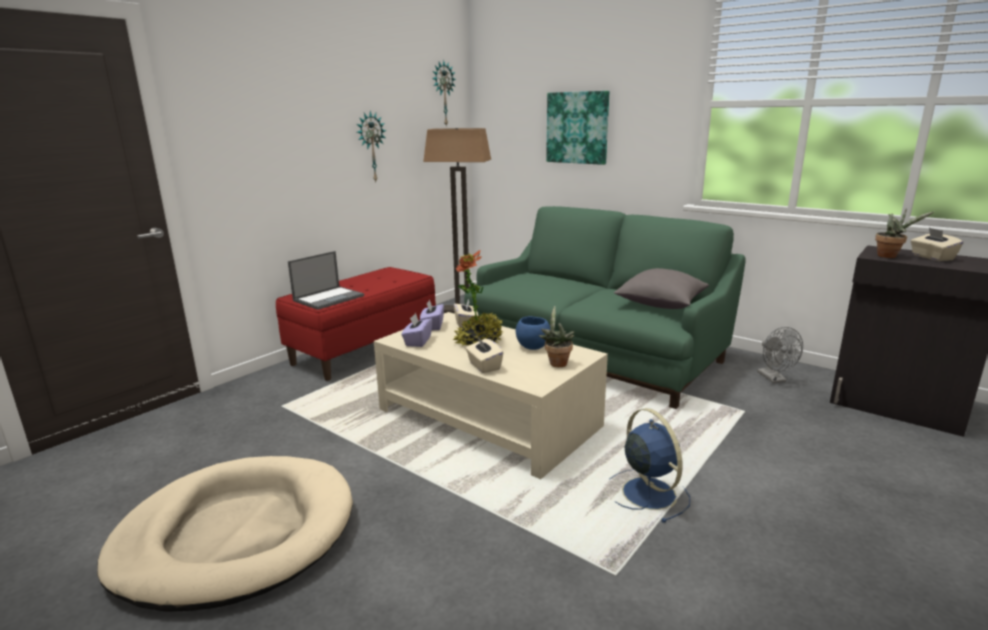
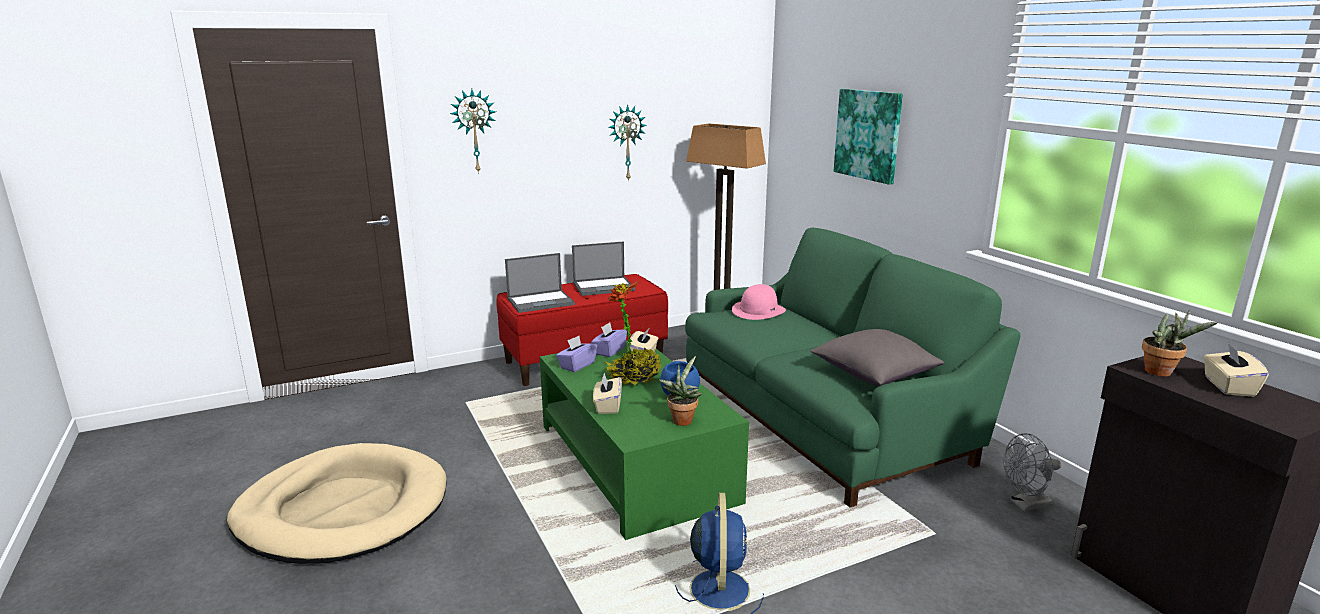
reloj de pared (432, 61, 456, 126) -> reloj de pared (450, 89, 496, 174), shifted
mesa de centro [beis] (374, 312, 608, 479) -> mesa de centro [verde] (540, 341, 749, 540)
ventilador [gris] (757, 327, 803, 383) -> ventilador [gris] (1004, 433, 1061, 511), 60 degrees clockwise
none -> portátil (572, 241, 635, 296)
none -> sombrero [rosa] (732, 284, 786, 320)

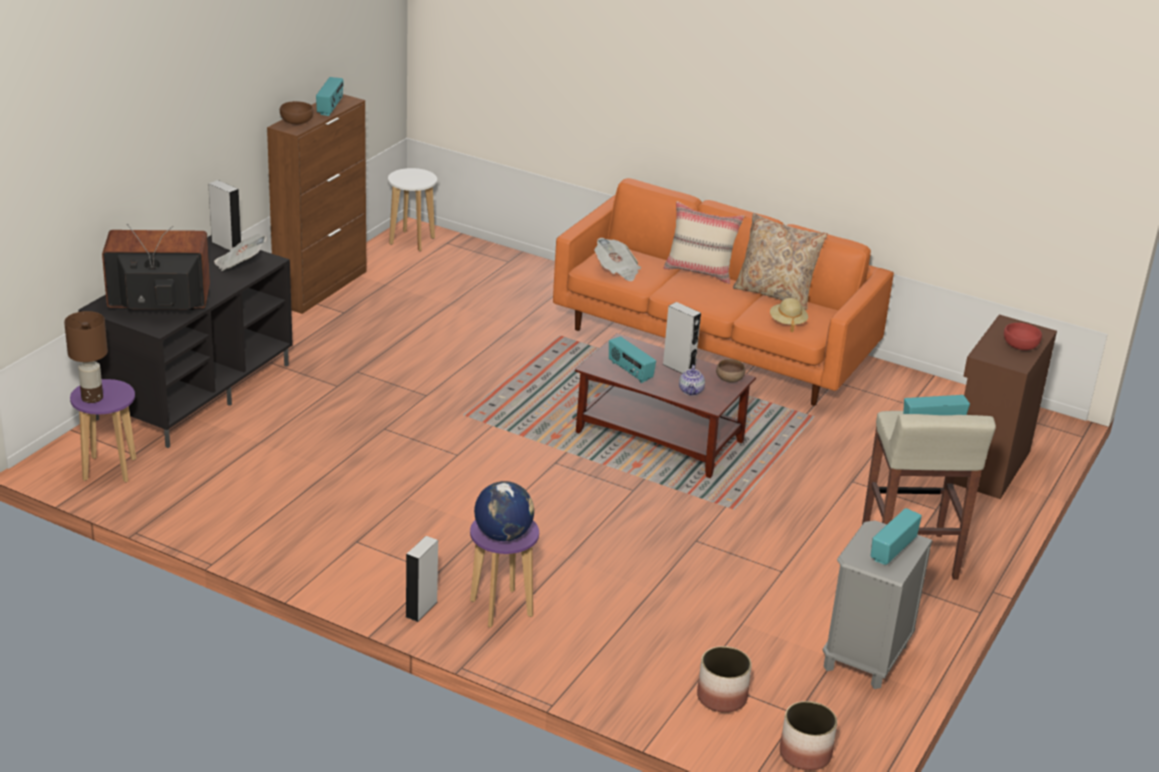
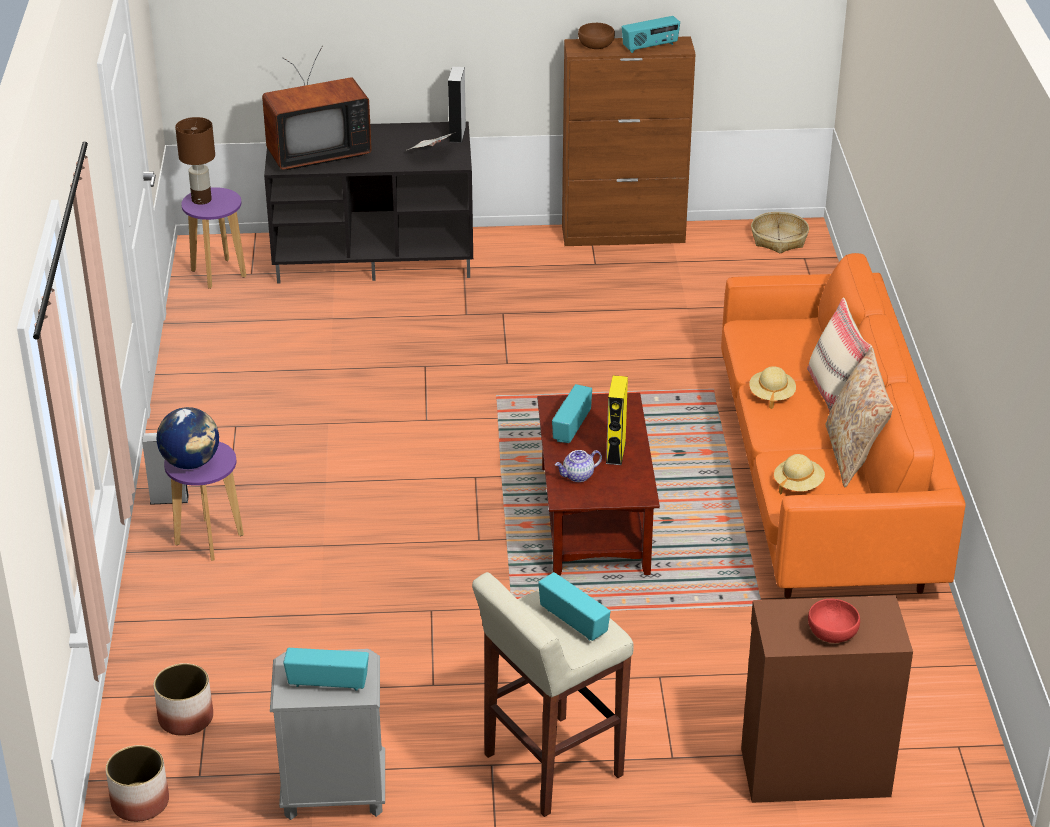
taburete [blanco] (388, 168, 437, 251) -> cesta (751, 212, 809, 254)
televisor (102, 224, 210, 310) -> televisor (262, 46, 372, 170), 105 degrees clockwise
periódico (594, 238, 641, 281) -> none
altavoz [gris] (662, 302, 701, 374) -> altavoz [amarillo] (606, 375, 628, 465)
cuenco [marrón] (716, 359, 745, 383) -> none
none -> sombrero [beis] (749, 366, 796, 409)

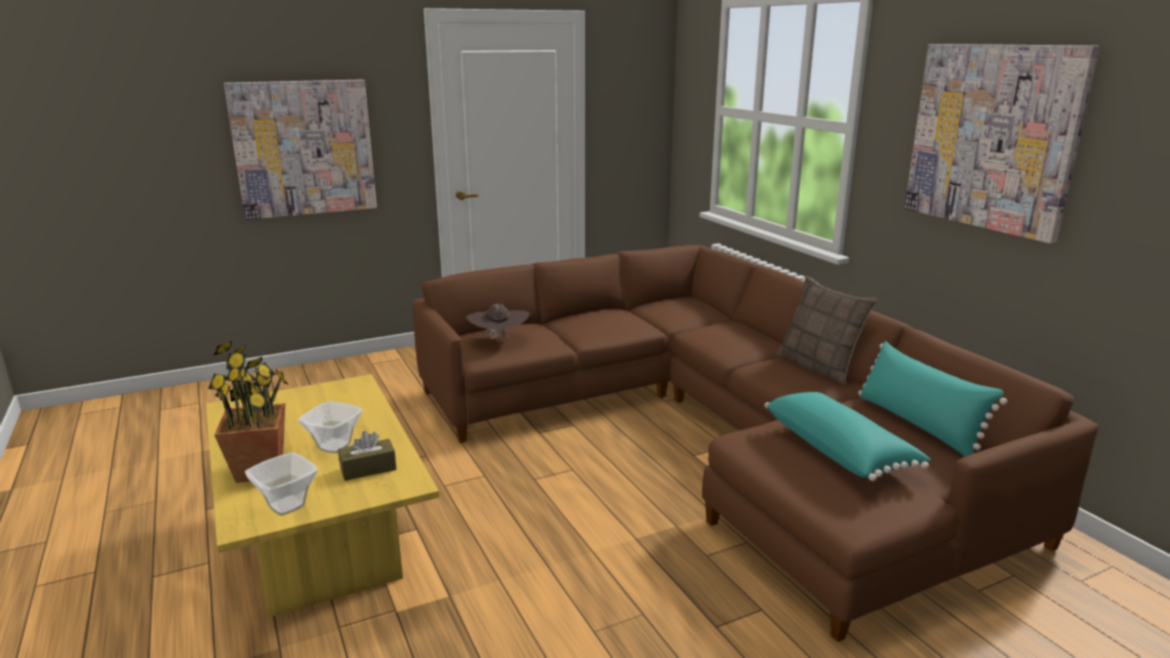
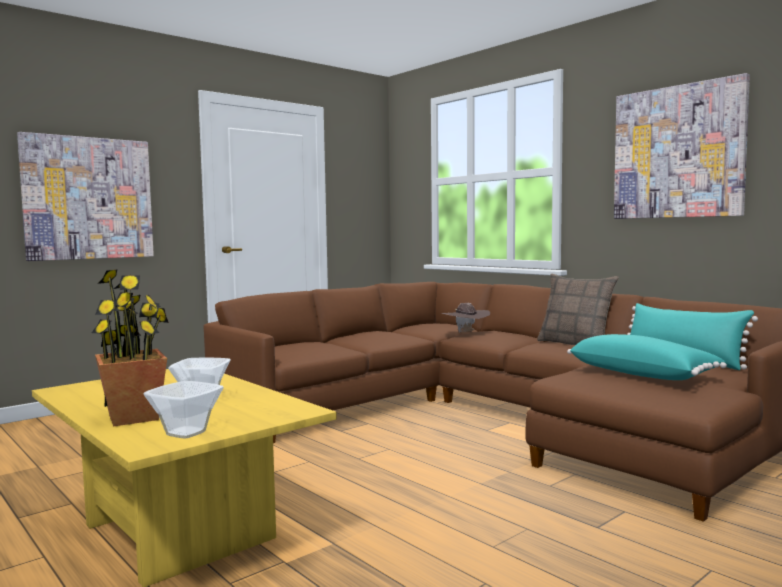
sombrero [marrón] (466, 304, 530, 339) -> sombrero [marrón] (442, 303, 490, 333), shifted
caja de pañuelos [marrón] (338, 431, 396, 481) -> none

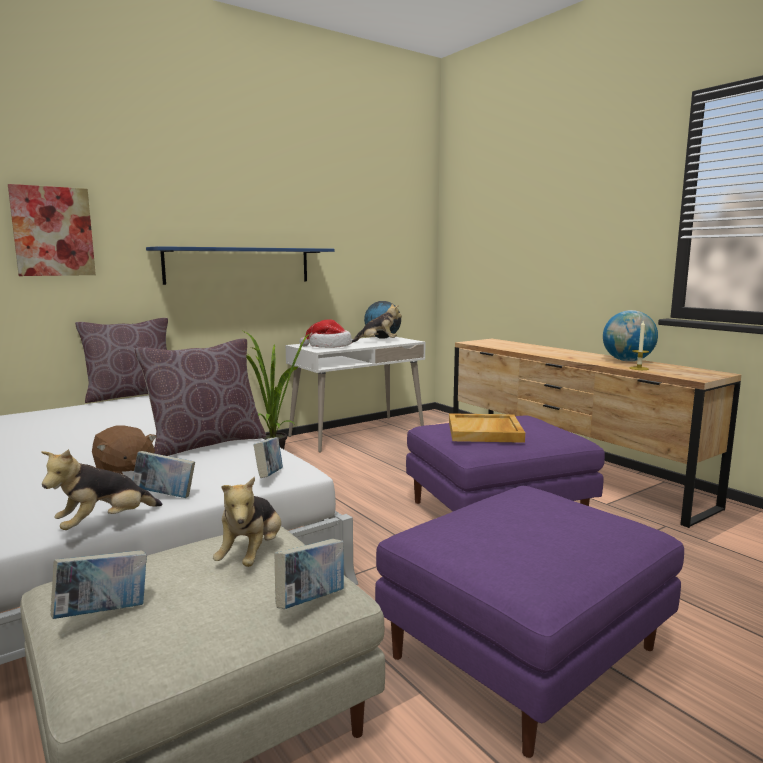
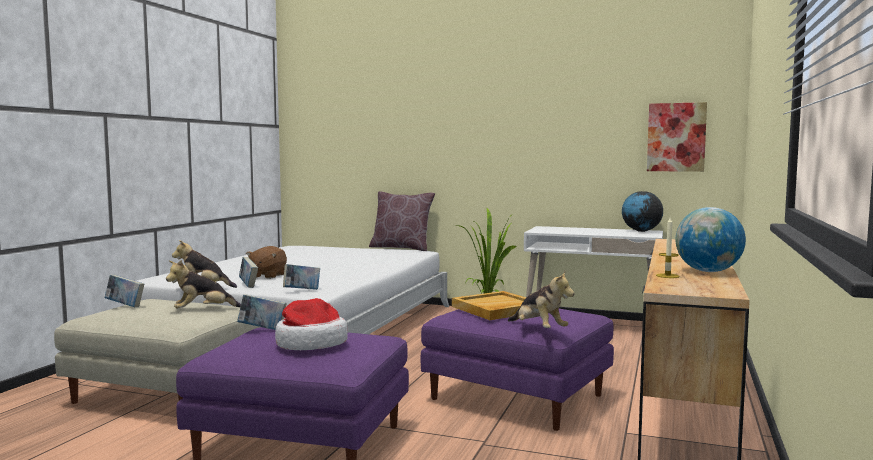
cuadro (8, 184, 96, 276) -> cuadro (647, 102, 707, 172), shifted
estante [azul] (146, 246, 334, 285) -> none
peluche (352, 304, 402, 343) -> peluche (508, 271, 575, 328), shifted
sombrero (299, 319, 352, 348) -> sombrero (275, 298, 348, 350), shifted
cojín [marrón] (134, 339, 266, 456) -> none
libro (274, 539, 344, 609) -> libro (237, 294, 286, 330), shifted

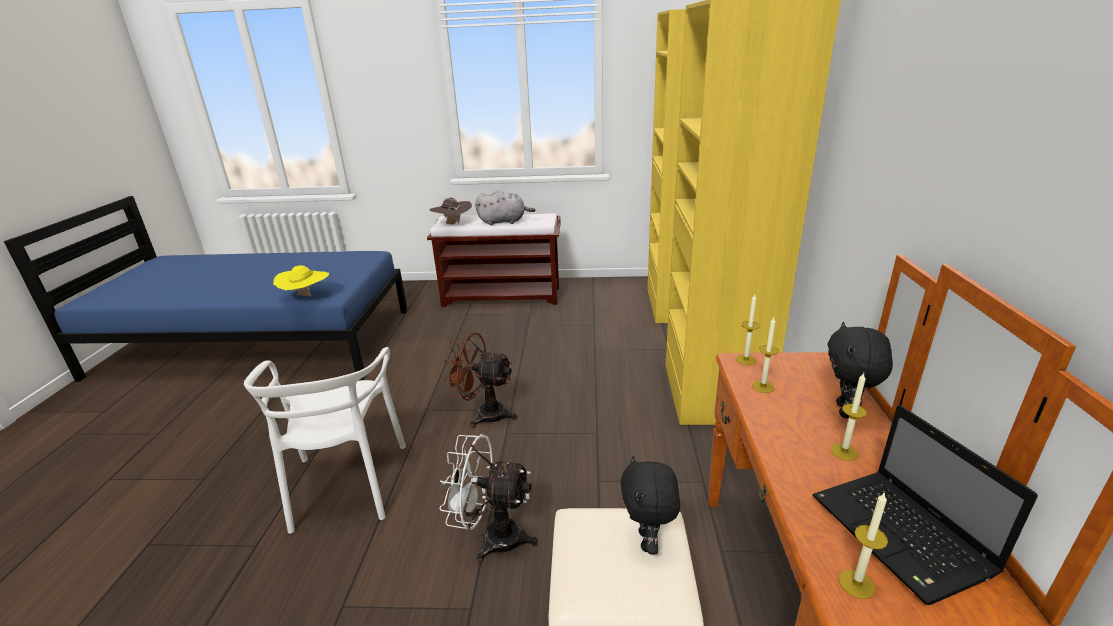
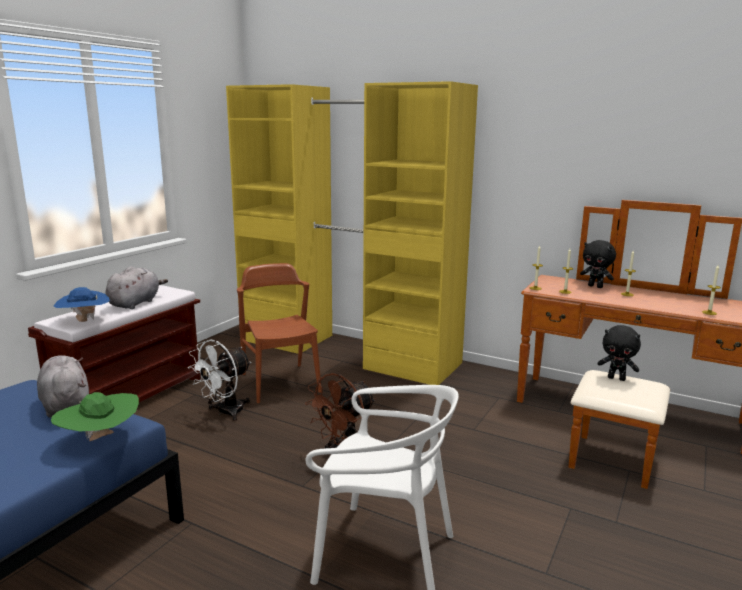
sombrero [marrón] (429, 198, 472, 224) -> sombrero [azul] (54, 287, 110, 322)
sombrero [amarillo] (273, 265, 329, 296) -> sombrero [verde] (51, 392, 139, 442)
portátil (812, 405, 1038, 605) -> none
ventilador [blanco] (439, 434, 538, 562) -> ventilador [blanco] (188, 339, 251, 421), shifted
none -> silla [marrón] (237, 263, 322, 403)
none -> peluche [gris] (37, 355, 89, 418)

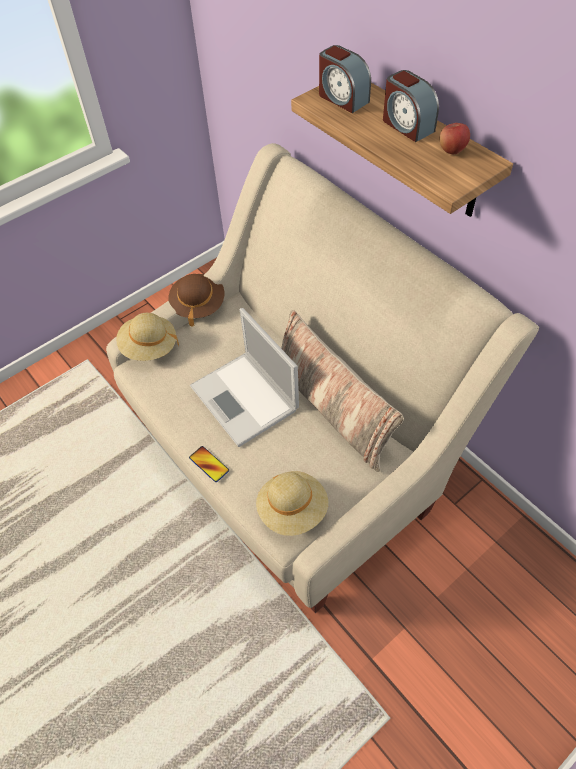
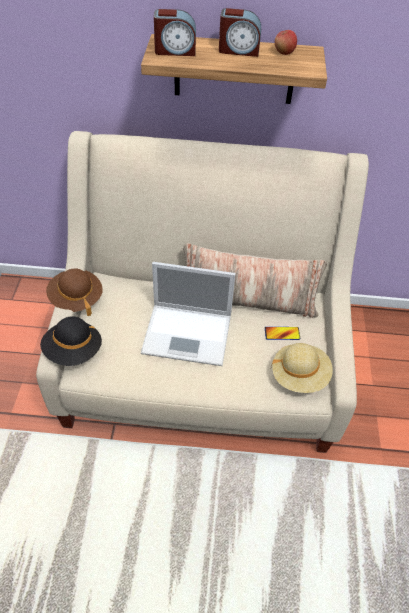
sombrero [beis] (116, 313, 179, 361) -> sombrero [negro] (40, 316, 102, 366)
móvil (189, 446, 229, 482) -> móvil (265, 327, 301, 340), shifted

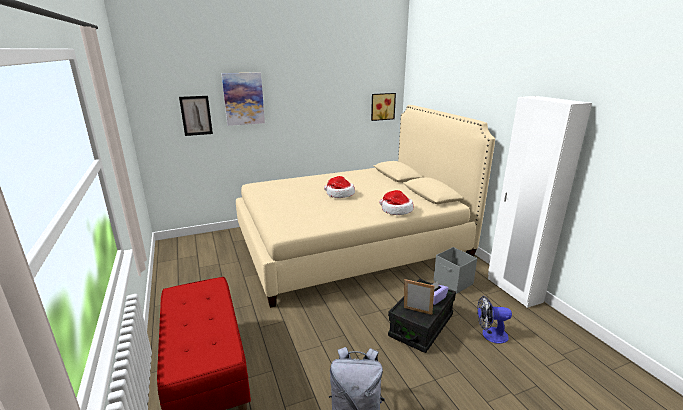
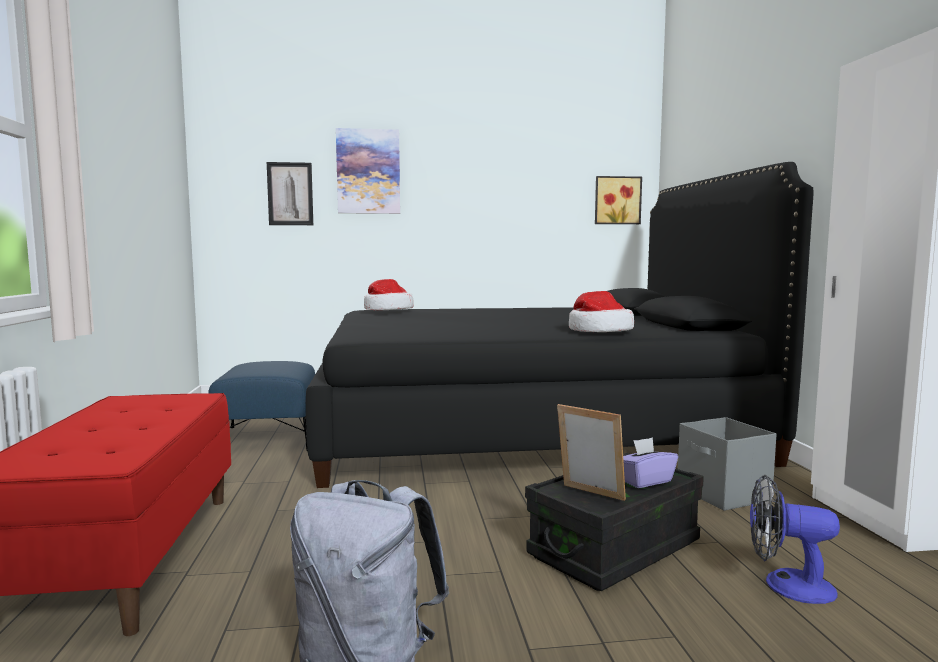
cama [beis] (236, 105, 495, 308) -> cama [negro] (306, 162, 813, 488)
sombrero (324, 176, 355, 198) -> sombrero (364, 279, 414, 310), shifted
none -> puf [azul] (208, 361, 315, 451)

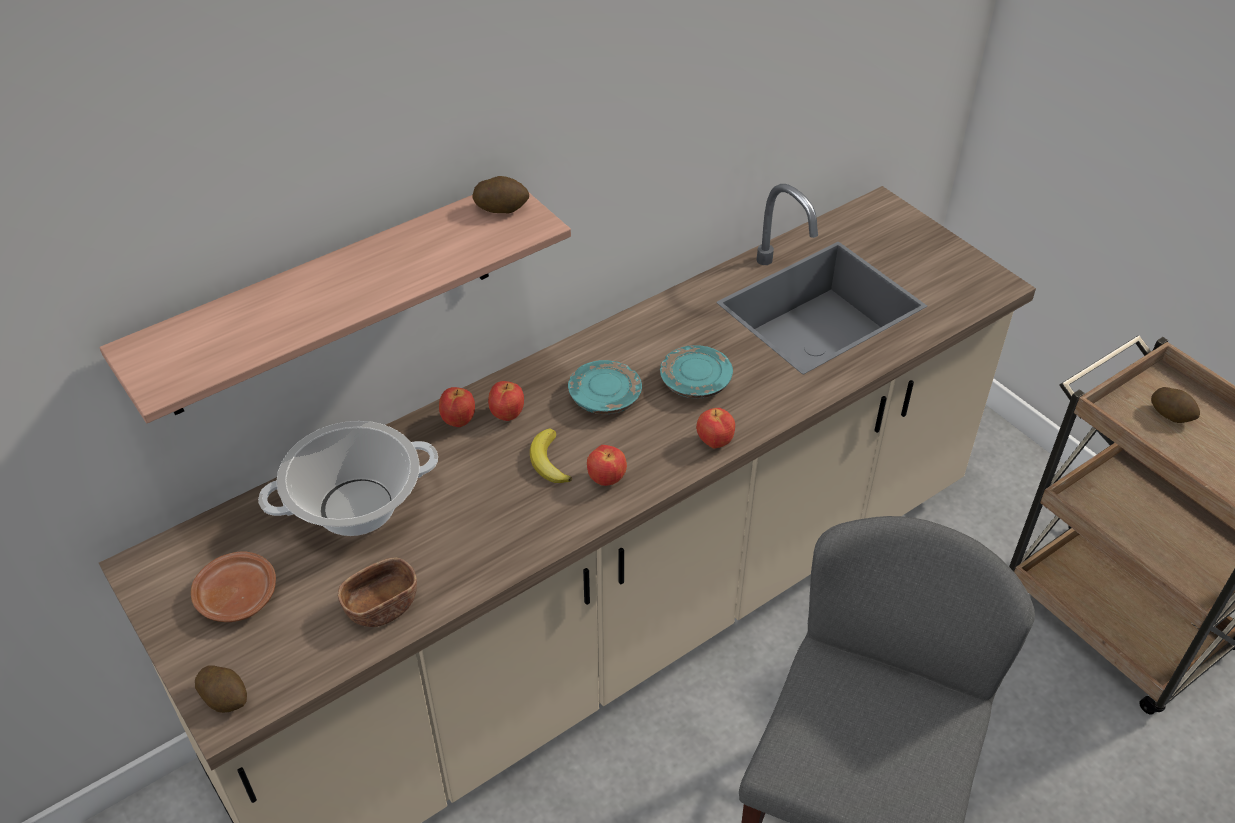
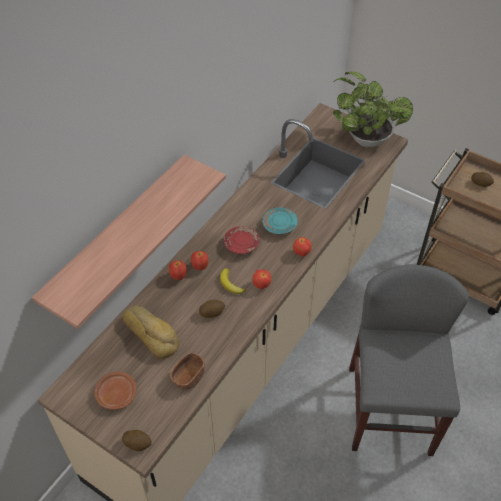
patata (473, 176, 529, 214) -> patata (199, 300, 225, 318), shifted
plato [turquesa] (568, 360, 642, 414) -> plato [rojo] (224, 226, 260, 255)
olla (258, 421, 438, 536) -> pan (122, 306, 179, 359)
none -> planta en maceta (333, 72, 413, 148)

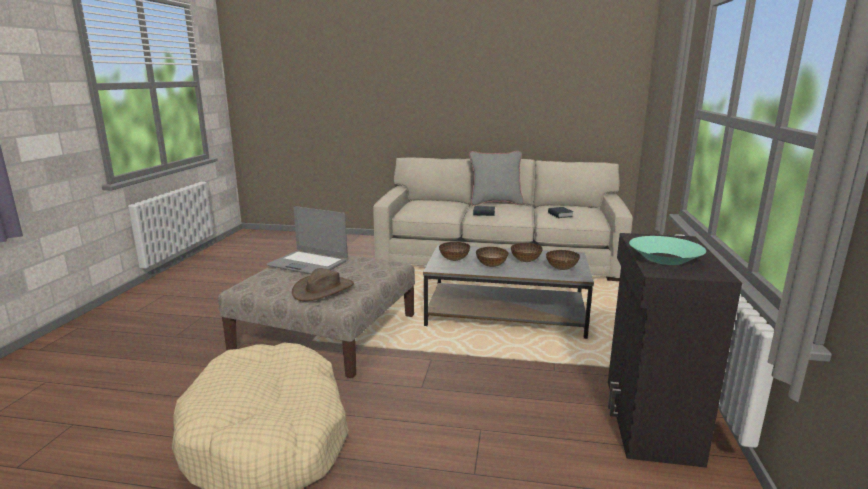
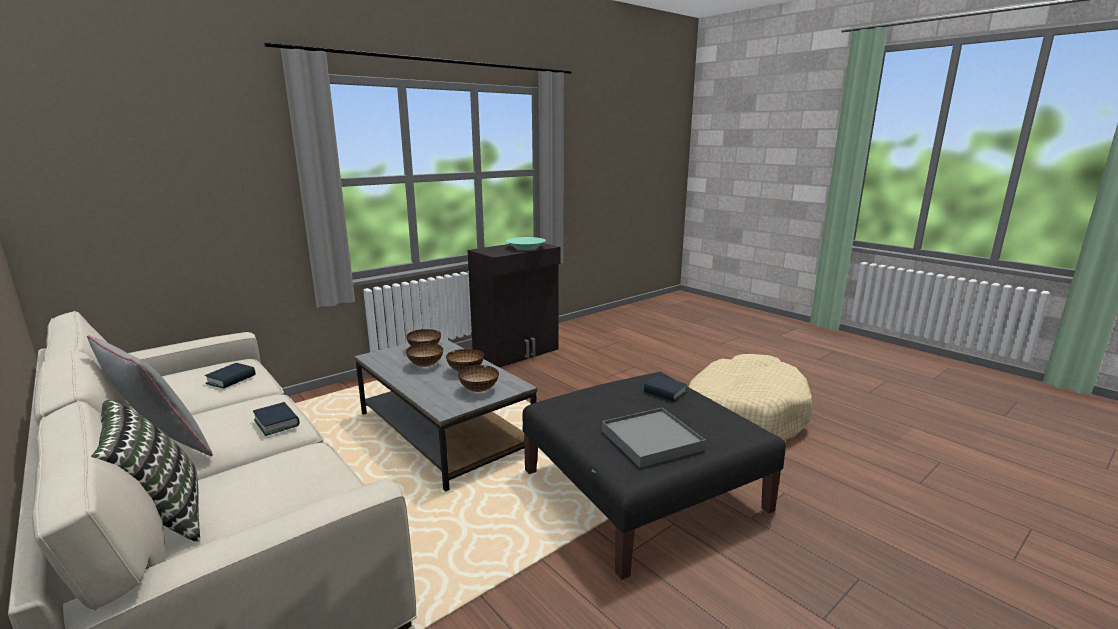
portátil (266, 206, 348, 274) -> bandeja [gris] (602, 408, 706, 468)
puf [beis] (218, 251, 415, 378) -> puf [negro] (523, 372, 786, 580)
sombrero [marrón] (292, 268, 354, 301) -> libro (643, 376, 687, 401)
none -> cojín (91, 400, 200, 542)

